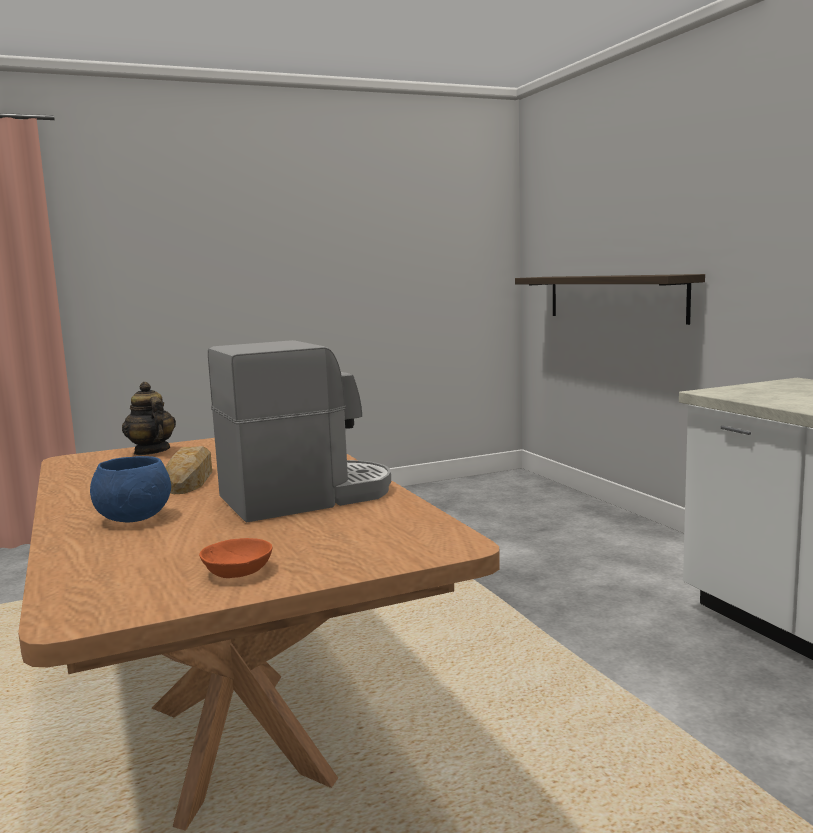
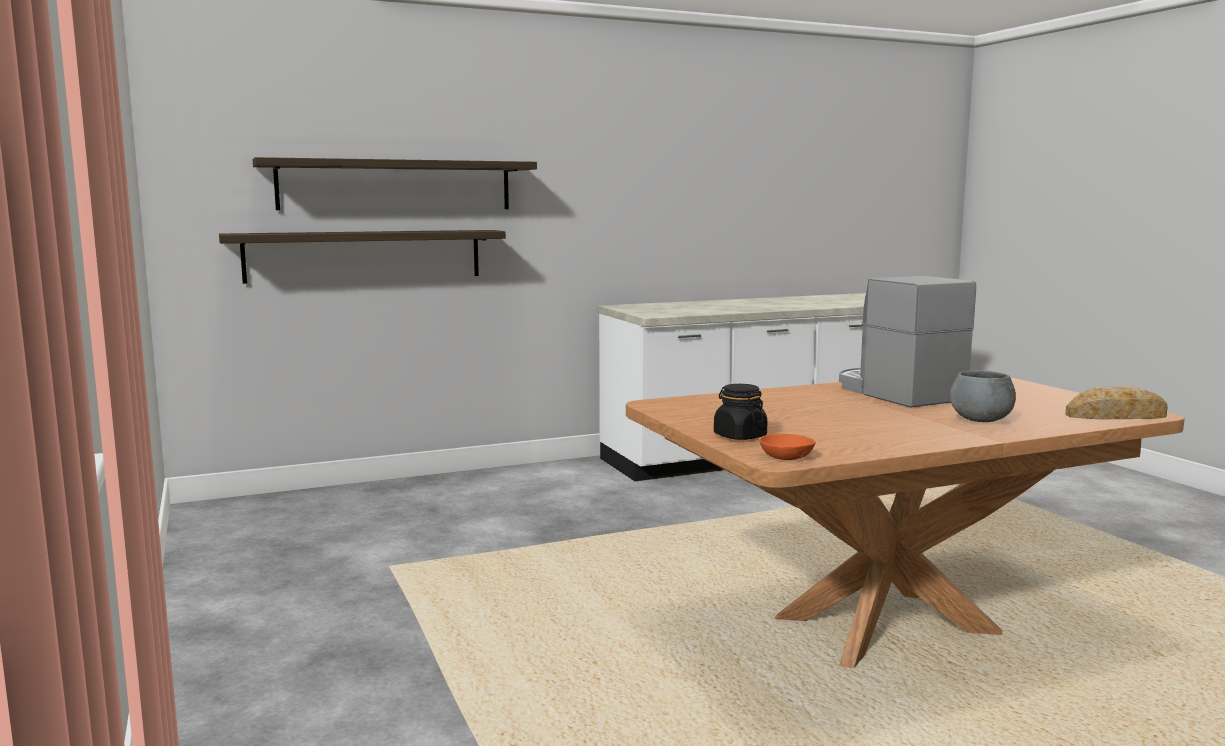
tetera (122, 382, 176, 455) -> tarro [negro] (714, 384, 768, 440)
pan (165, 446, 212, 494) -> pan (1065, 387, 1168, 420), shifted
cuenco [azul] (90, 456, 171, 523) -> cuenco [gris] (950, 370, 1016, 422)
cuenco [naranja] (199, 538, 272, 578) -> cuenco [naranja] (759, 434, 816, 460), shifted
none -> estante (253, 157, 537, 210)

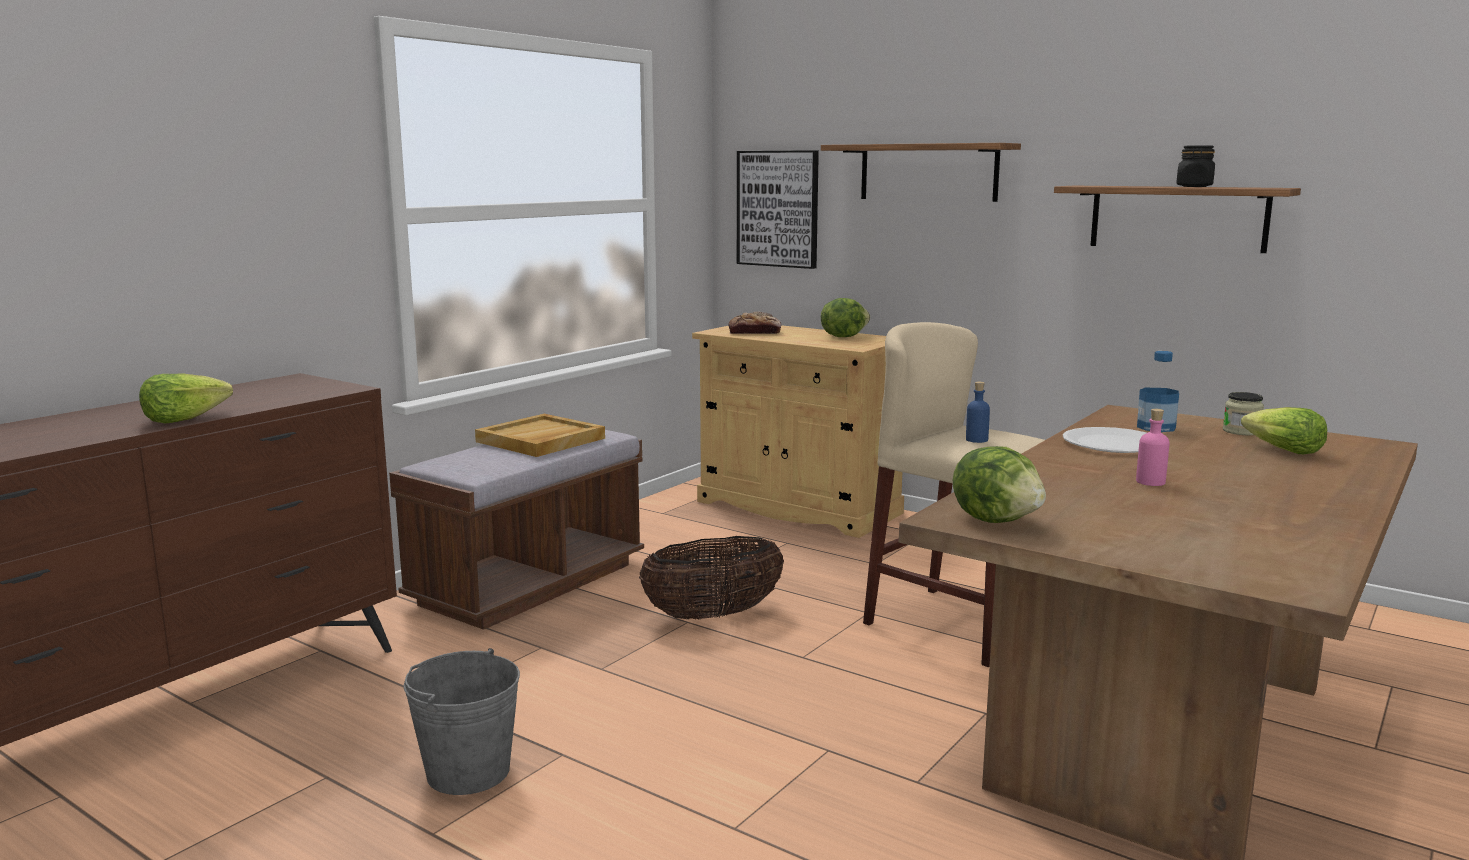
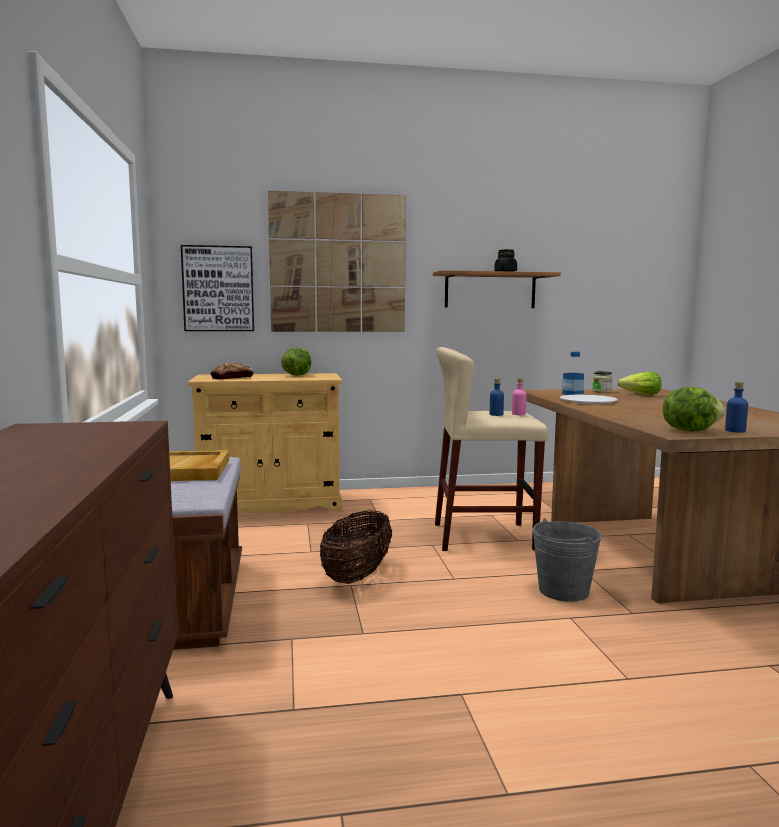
estante (821, 143, 1021, 202) -> cuadro (268, 191, 406, 332)
lechuga (139, 373, 233, 423) -> none
botella [rosa] (1136, 409, 1170, 486) -> botella [rosa] (512, 378, 527, 415), shifted
cubo [gris] (403, 648, 520, 795) -> cubo [gris] (532, 518, 602, 602), shifted
none -> botella [azul] (725, 382, 748, 433)

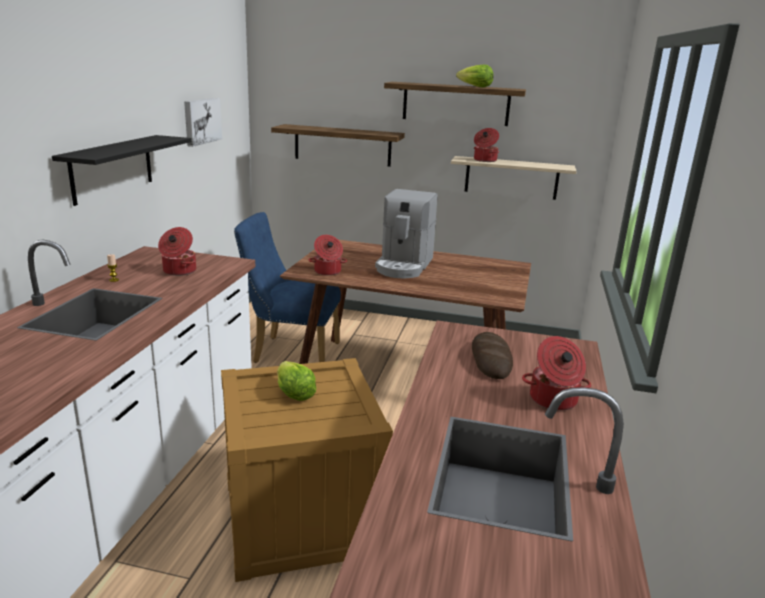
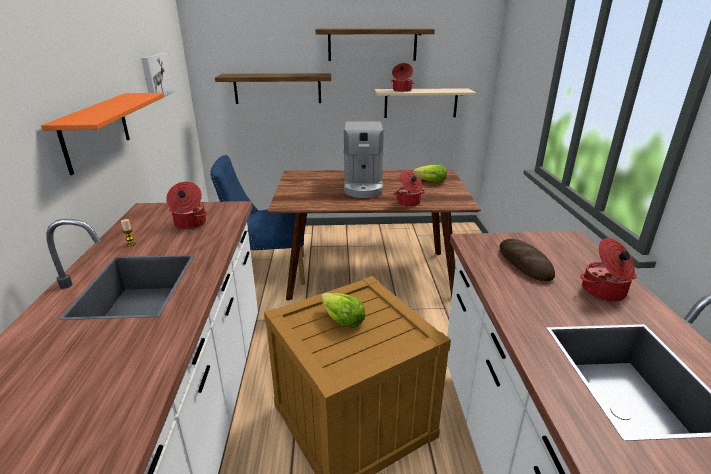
lechuga (456, 65, 493, 88) -> lechuga (413, 164, 447, 183), shifted
estante [negro] (52, 135, 191, 206) -> estante [naranja] (41, 93, 164, 175)
olla (309, 235, 347, 276) -> olla (393, 170, 425, 207), shifted

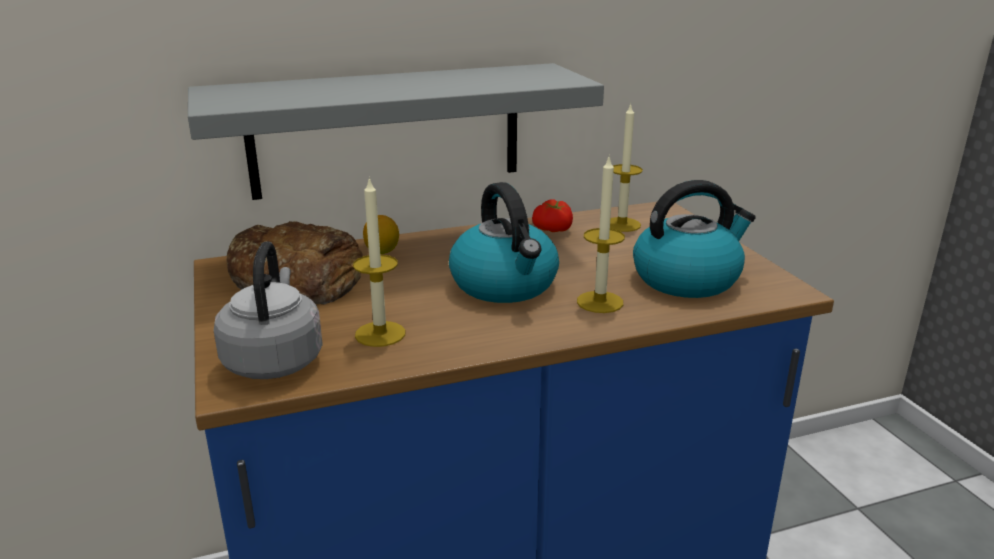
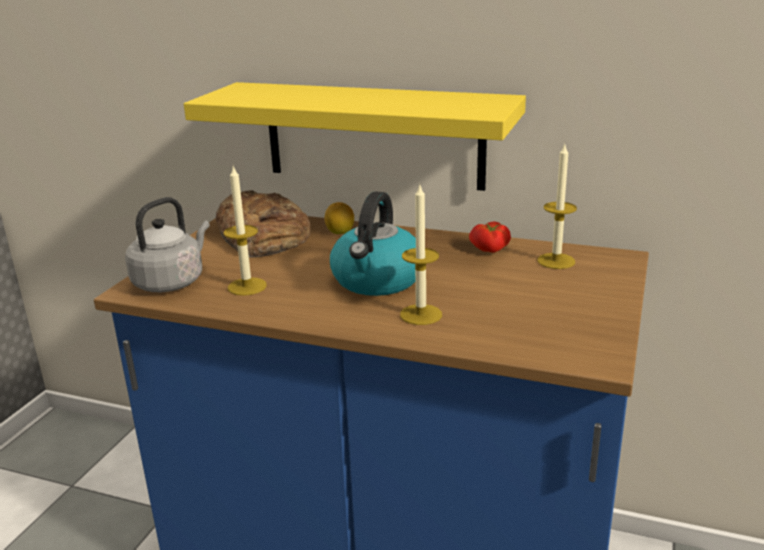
estante [gris] (188, 63, 604, 200) -> estante [amarillo] (184, 82, 526, 191)
hervidor (633, 180, 756, 298) -> none

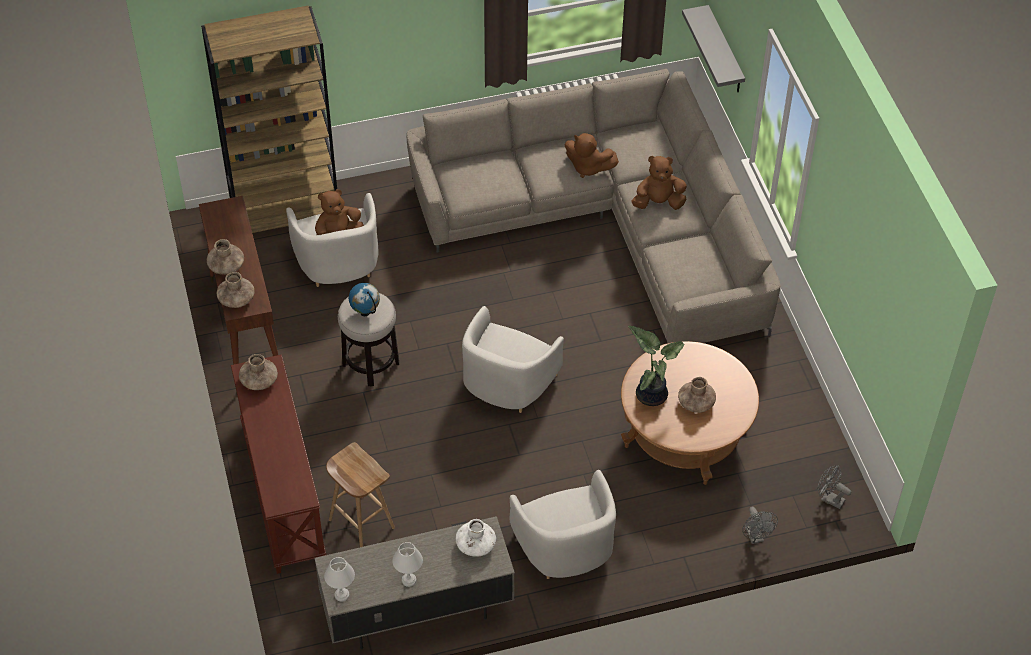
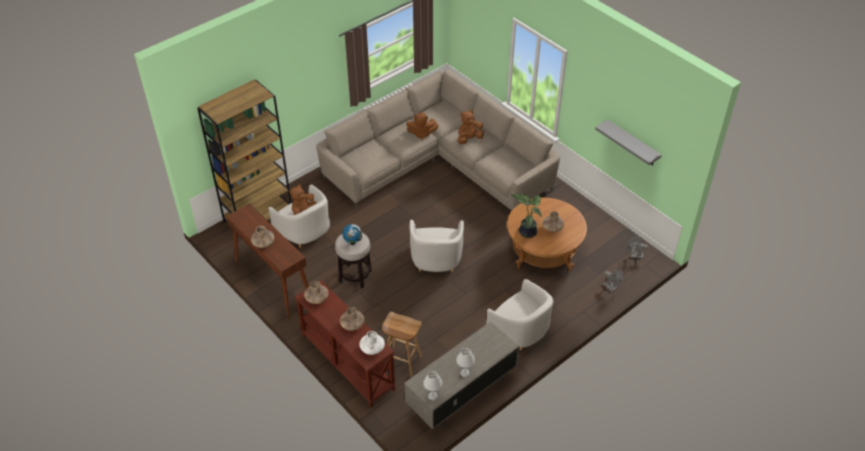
estante [gris] (682, 5, 745, 92) -> estante [gris] (595, 119, 662, 166), shifted
florero [marrón] (217, 272, 255, 308) -> florero [marrón] (340, 307, 364, 331), shifted
florero [blanco] (456, 519, 496, 557) -> florero [blanco] (359, 331, 385, 355), shifted

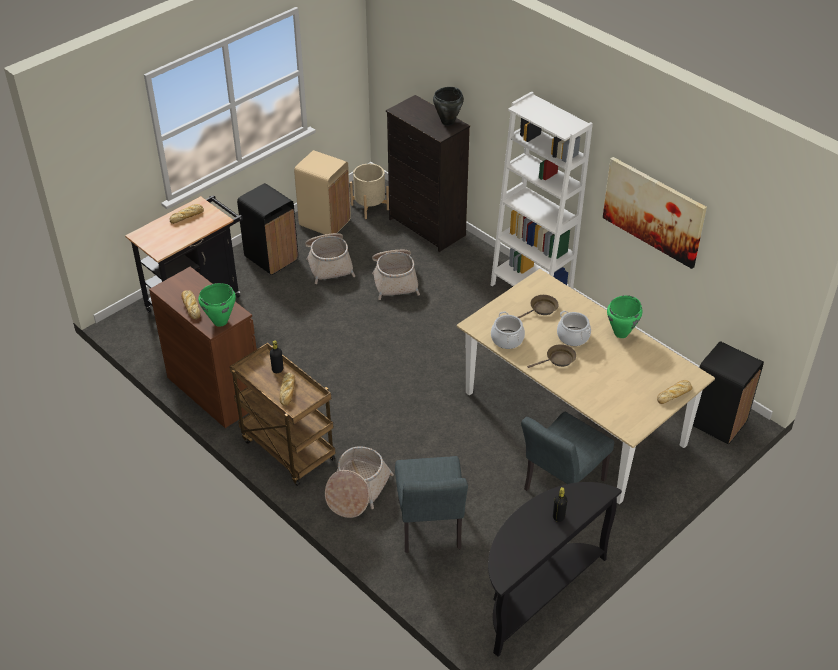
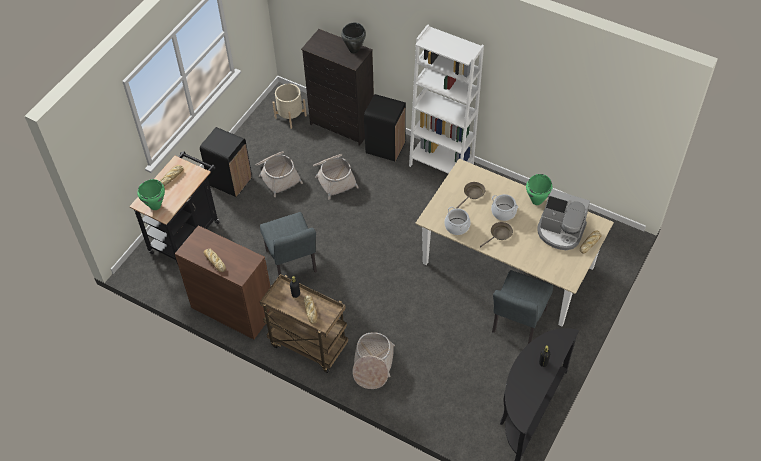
papelera [beis] (294, 150, 351, 235) -> none
cuadro (603, 157, 707, 269) -> none
olla [verde] (198, 283, 236, 327) -> olla [verde] (137, 179, 165, 210), shifted
papelera [negro] (693, 341, 764, 444) -> papelera [negro] (364, 94, 406, 162), shifted
silla [gris] (395, 456, 468, 553) -> silla [gris] (260, 212, 317, 275), shifted
none -> cafetera (537, 189, 590, 250)

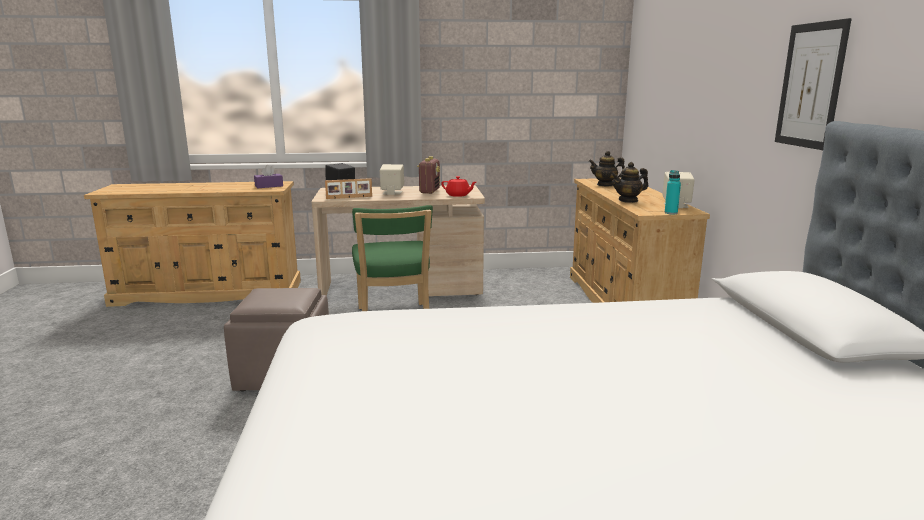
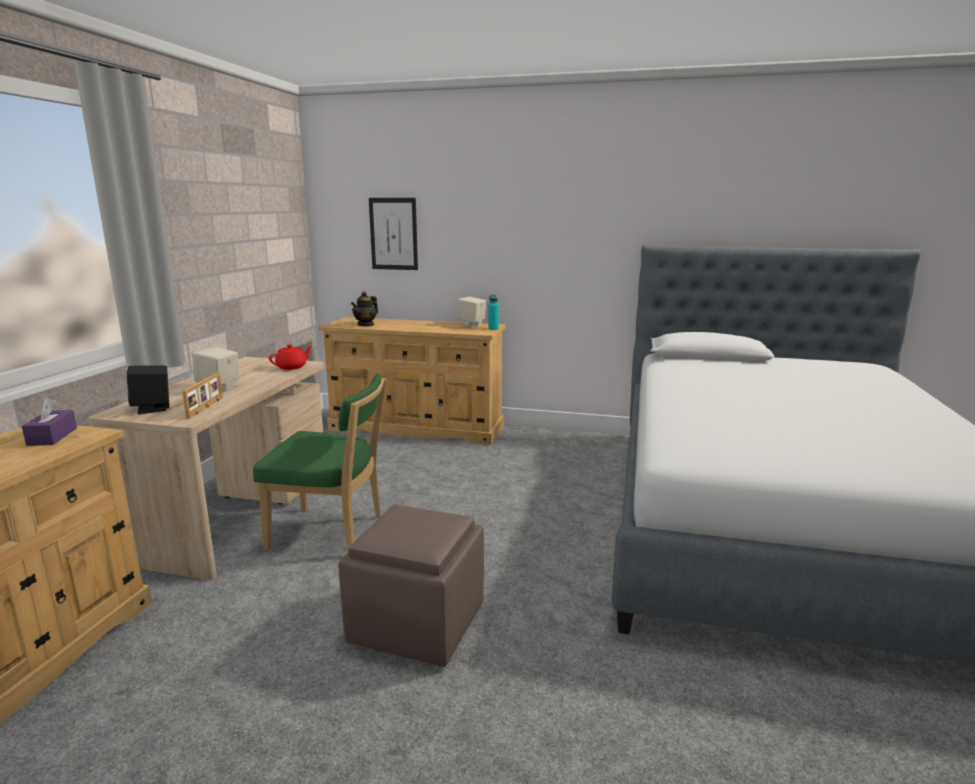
cuadro (775, 18, 852, 150) -> cuadro (369, 198, 418, 270), shifted
radio (417, 156, 440, 194) -> none
tetera (611, 162, 648, 203) -> none

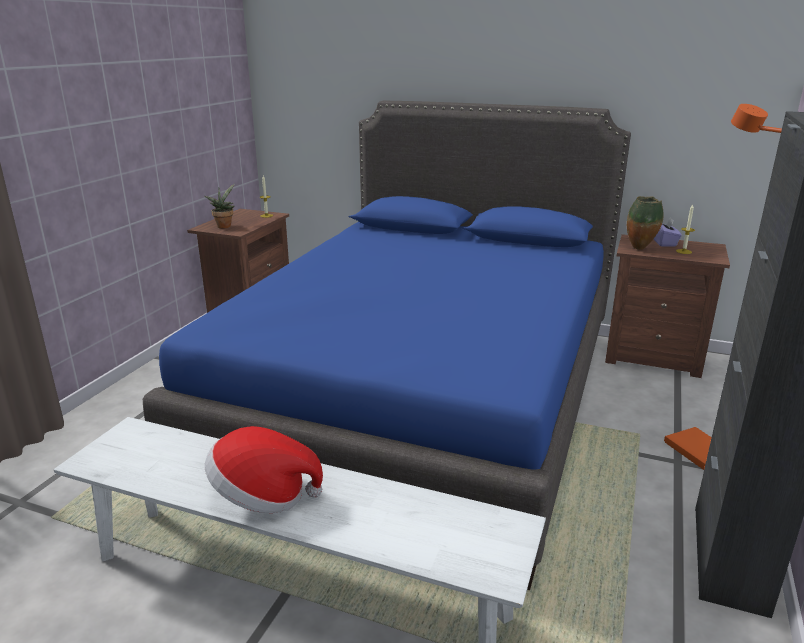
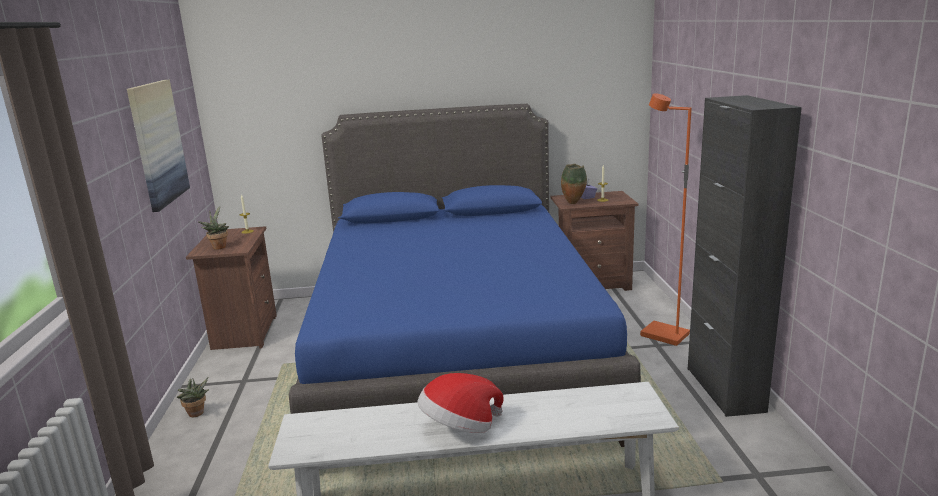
none -> cuadro (127, 80, 190, 212)
none -> planta en maceta (177, 377, 209, 417)

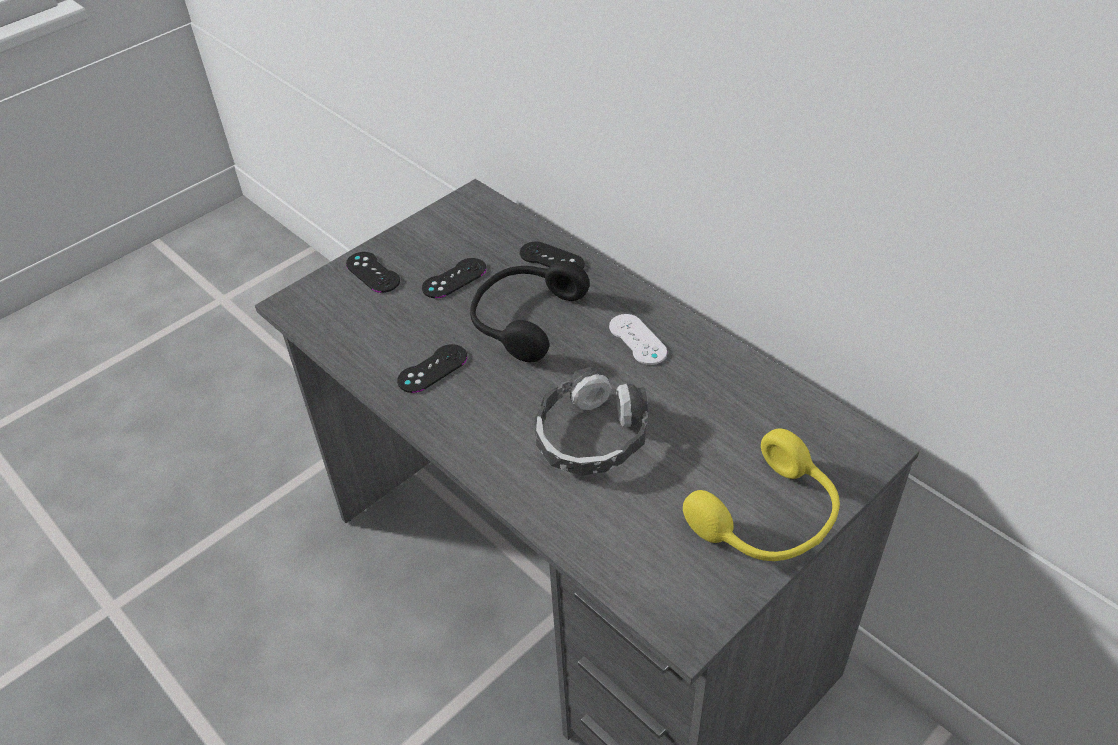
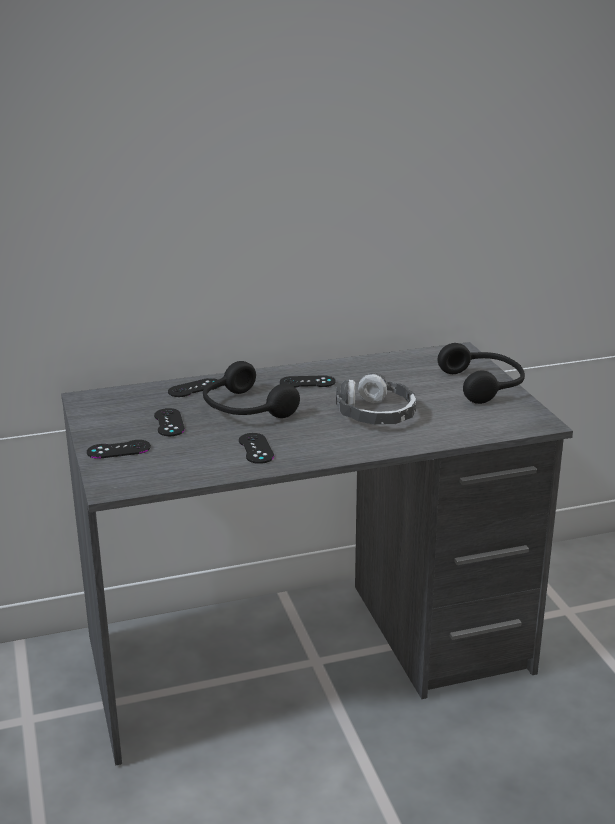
mando de consola [blanco] (609, 314, 667, 365) -> mando de consola [negro] (280, 375, 336, 388)
auriculares [amarillo] (683, 429, 840, 561) -> auriculares [negro] (438, 343, 525, 404)

